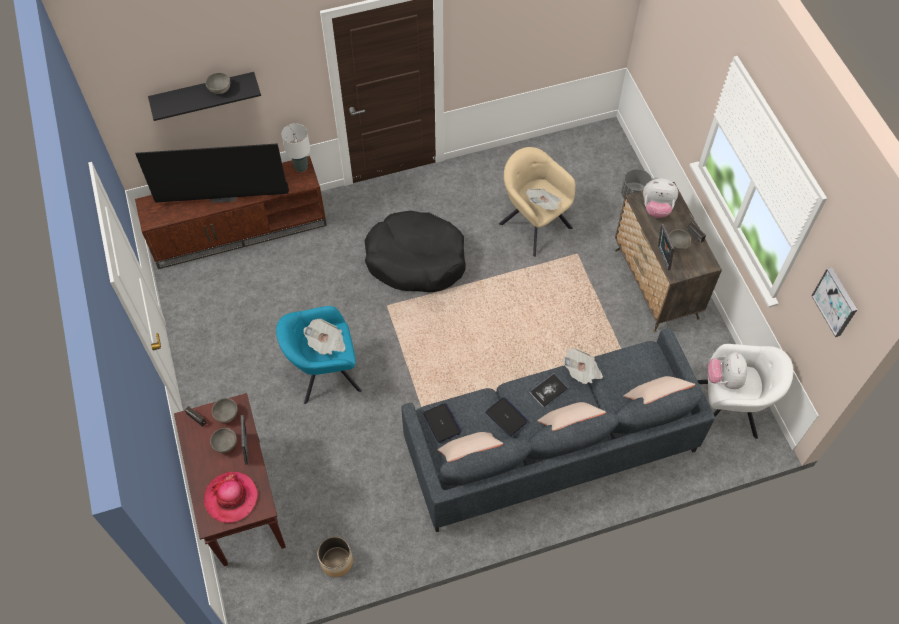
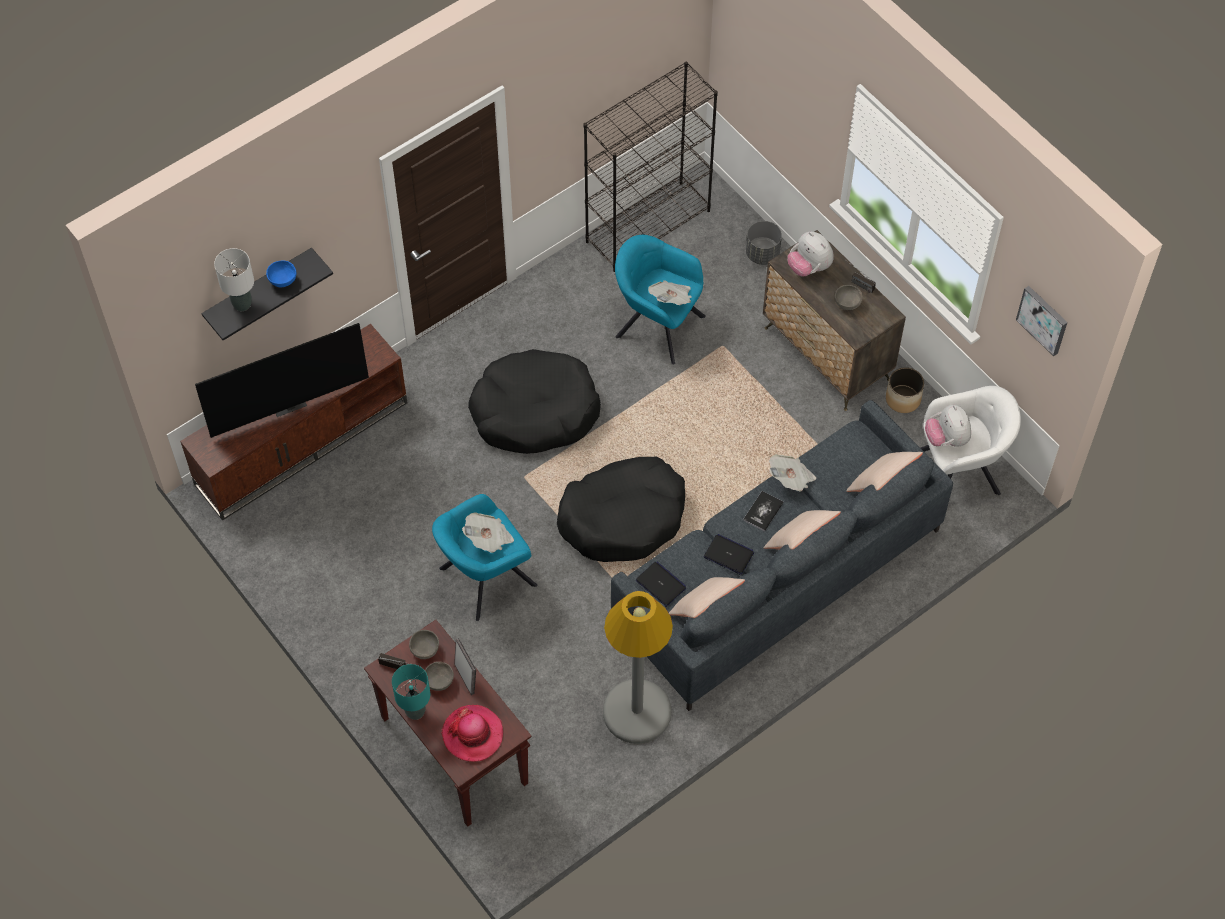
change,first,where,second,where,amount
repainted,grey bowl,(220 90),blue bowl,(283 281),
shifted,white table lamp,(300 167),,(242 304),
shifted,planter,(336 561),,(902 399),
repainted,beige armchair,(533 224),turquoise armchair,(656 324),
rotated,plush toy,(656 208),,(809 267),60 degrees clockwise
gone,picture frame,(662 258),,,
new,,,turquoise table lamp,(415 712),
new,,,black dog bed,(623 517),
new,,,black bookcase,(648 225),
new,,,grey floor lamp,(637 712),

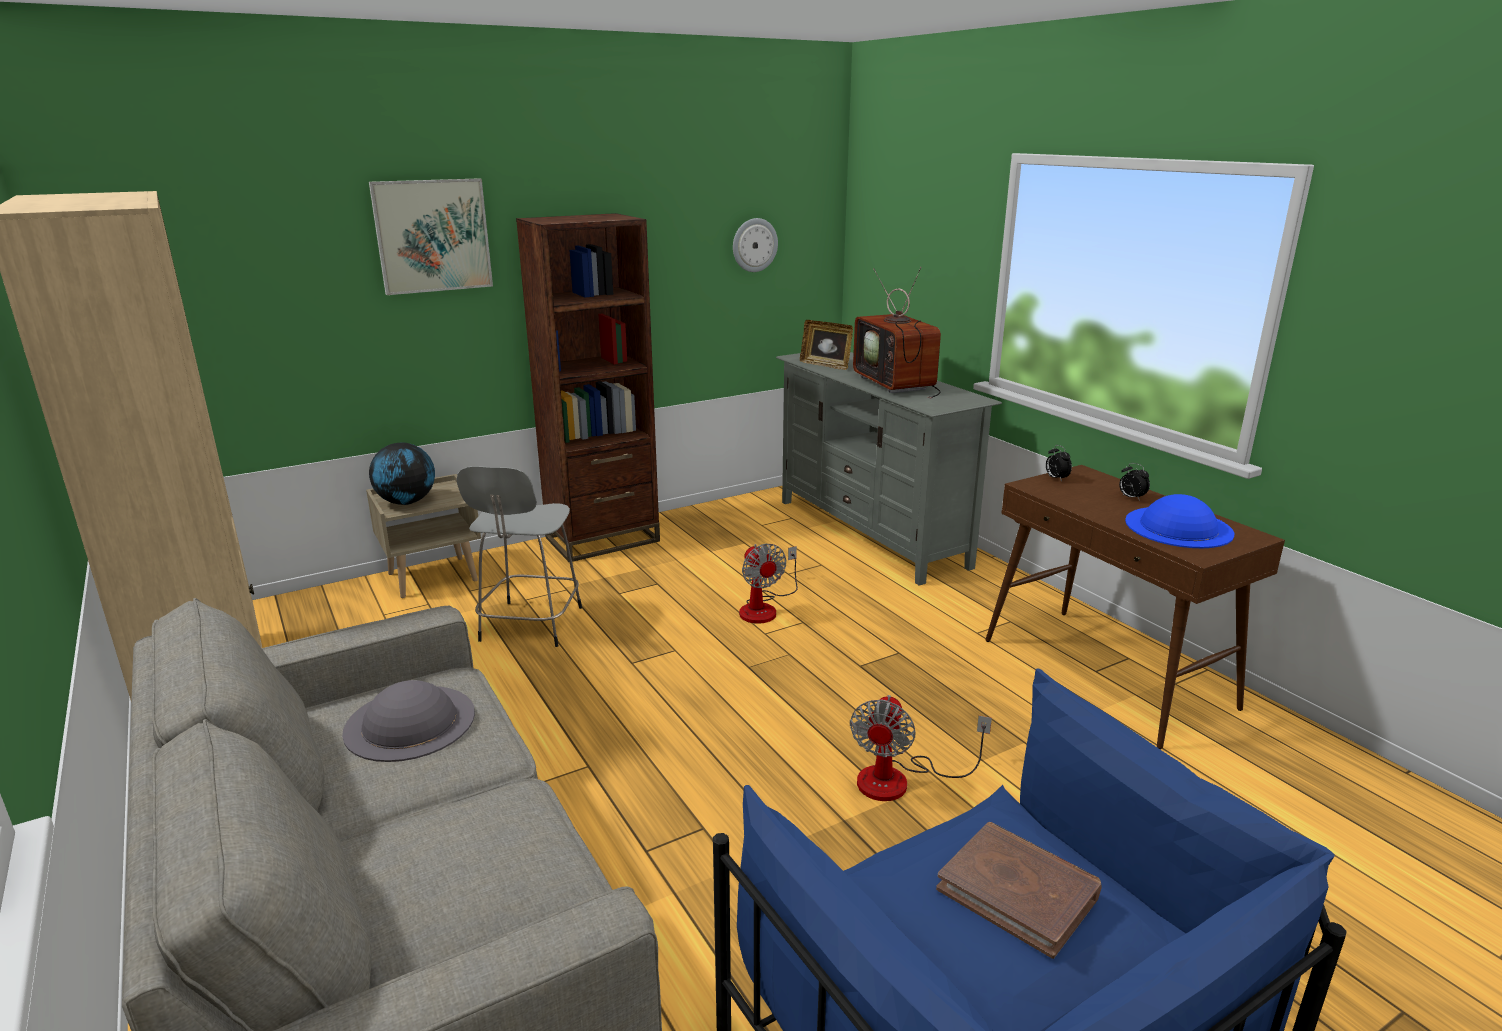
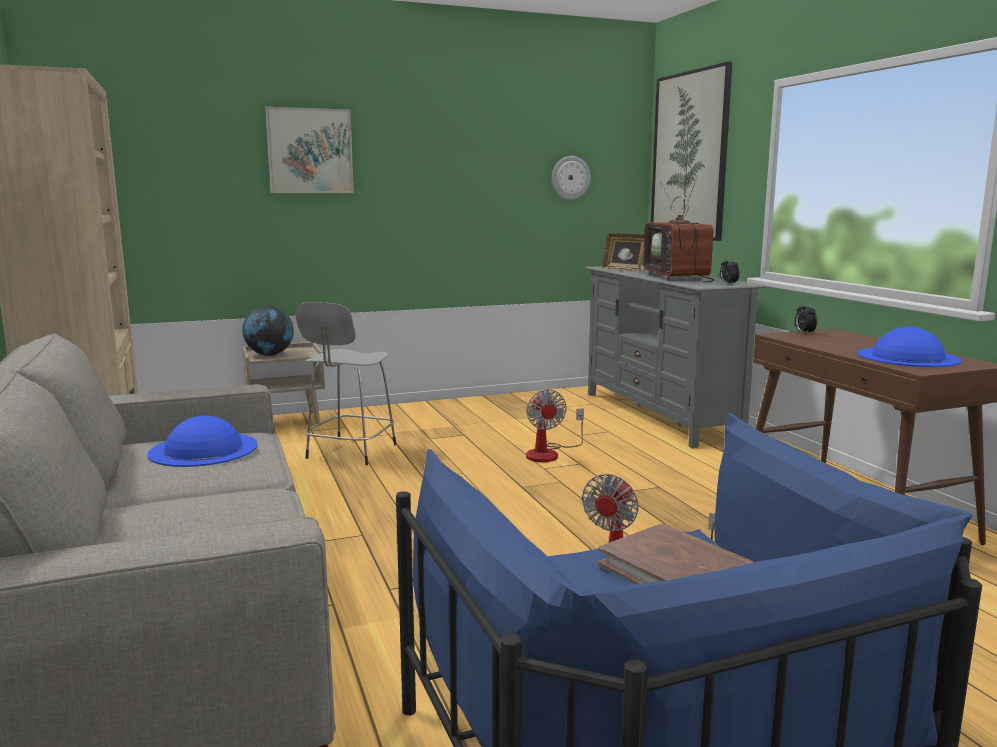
change,first,where,second,where,amount
repainted,grey hat,(409 722),blue hat,(203 449),
gone,brown bookcase,(602 539),,,
shifted,alarm clock,(1131 498),,(728 284),
new,,,picture,(689 156),

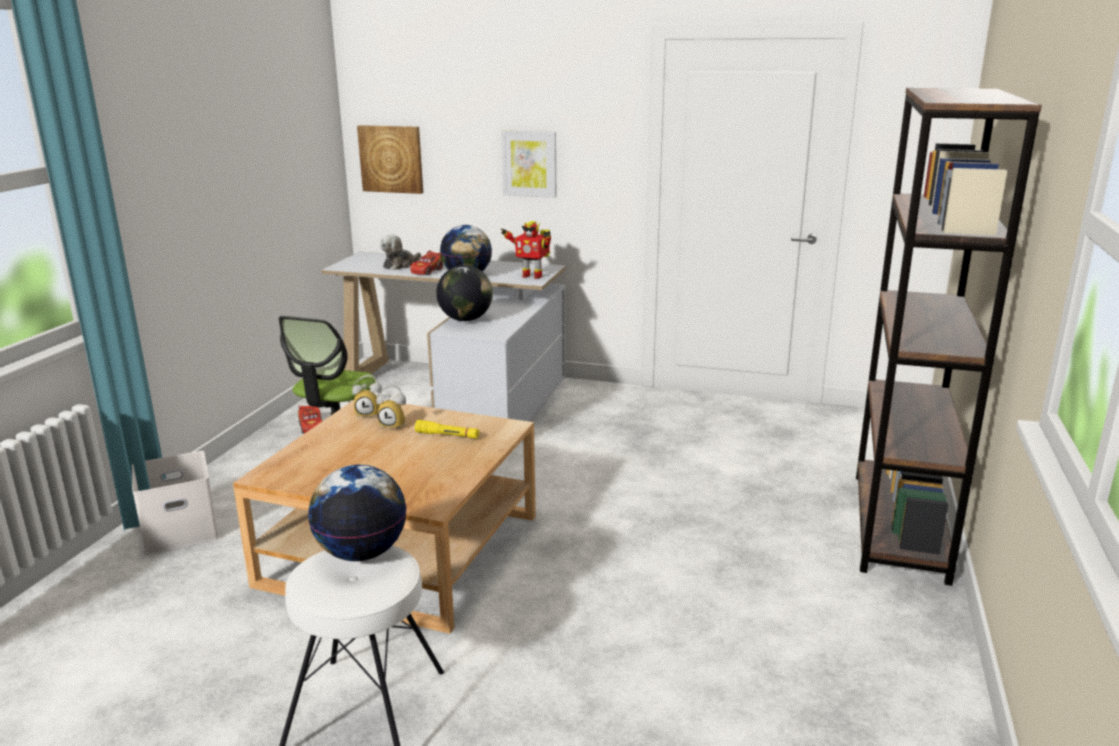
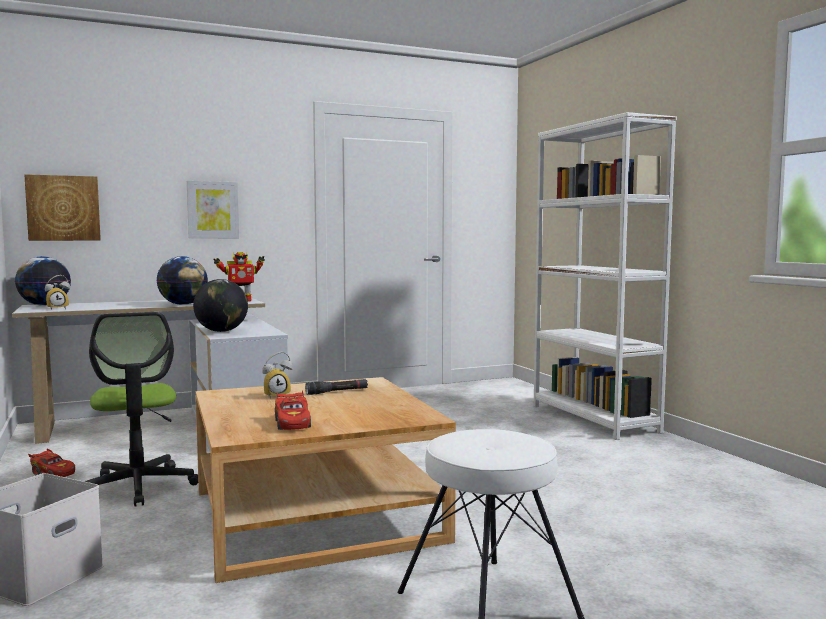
change,first,where,second,where,amount
shifted,globe,(362 553),,(44 305),
shifted,alarm clock,(370 414),,(57 308),
gone,plush toy,(400 265),,,
shifted,red toy car,(427 271),,(292 423),
repainted,yellow flashlight,(447 435),black flashlight,(337 392),
repainted,brown bookcase,(899 525),white bookcase,(594 419),

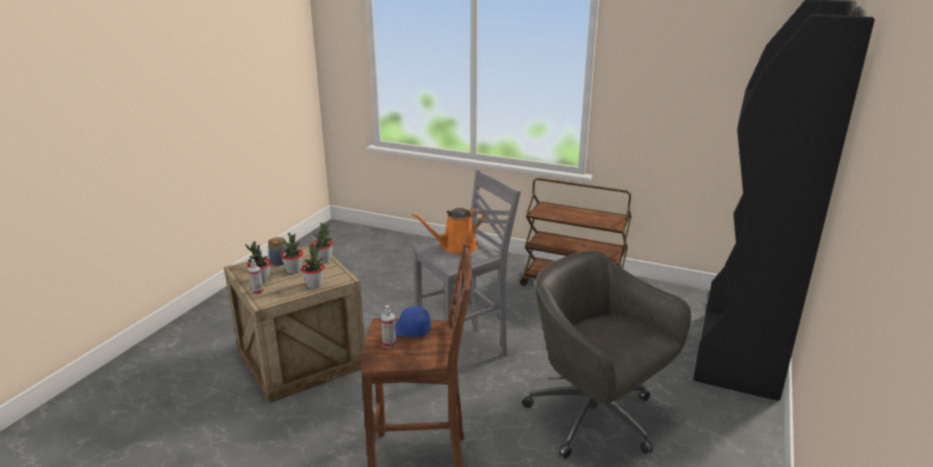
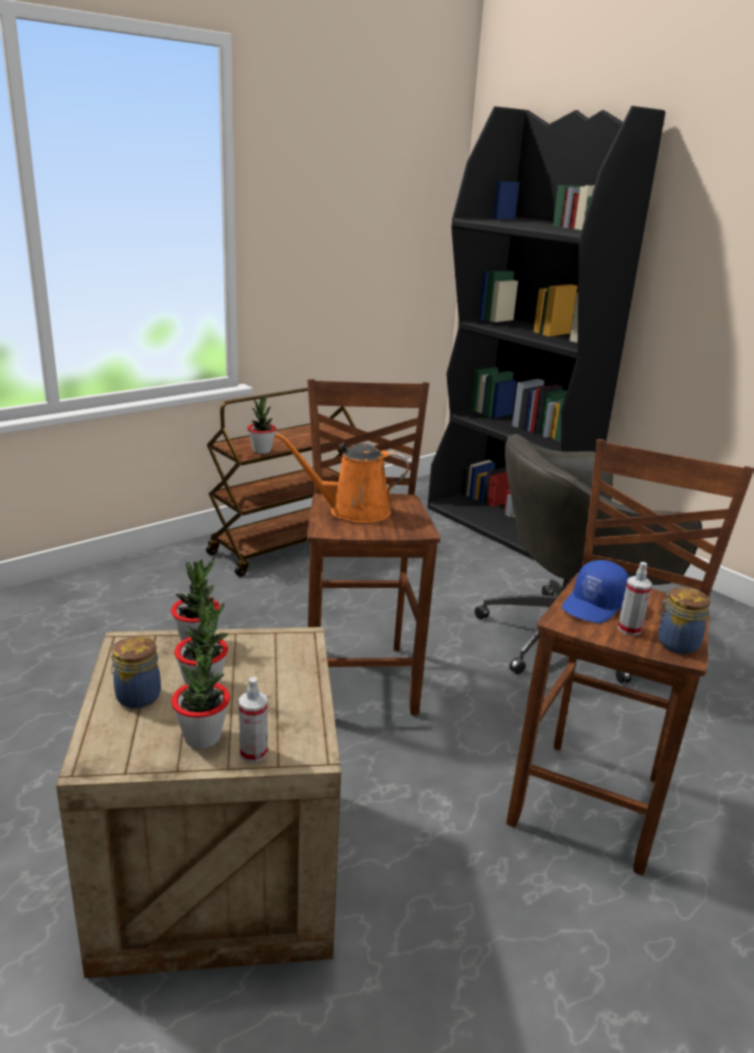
change,first,where,second,where,amount
shifted,potted plant,(314 285),,(261 451),
rotated,orange watering can,(456 247),,(353 511),90 degrees clockwise
repainted,grey stool,(464 352),brown stool,(360 678),
new,,,jar,(675 643),

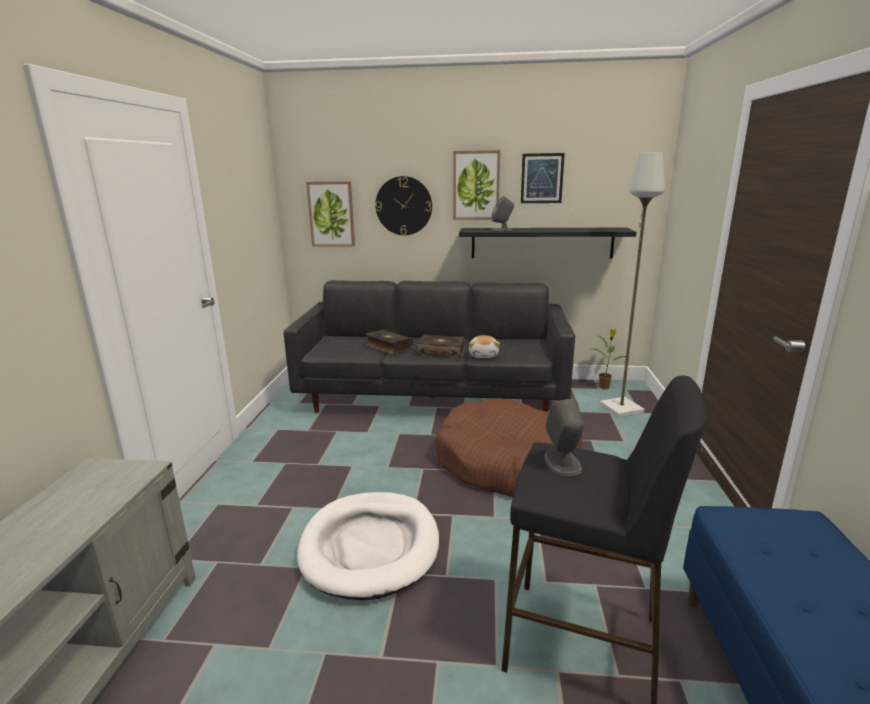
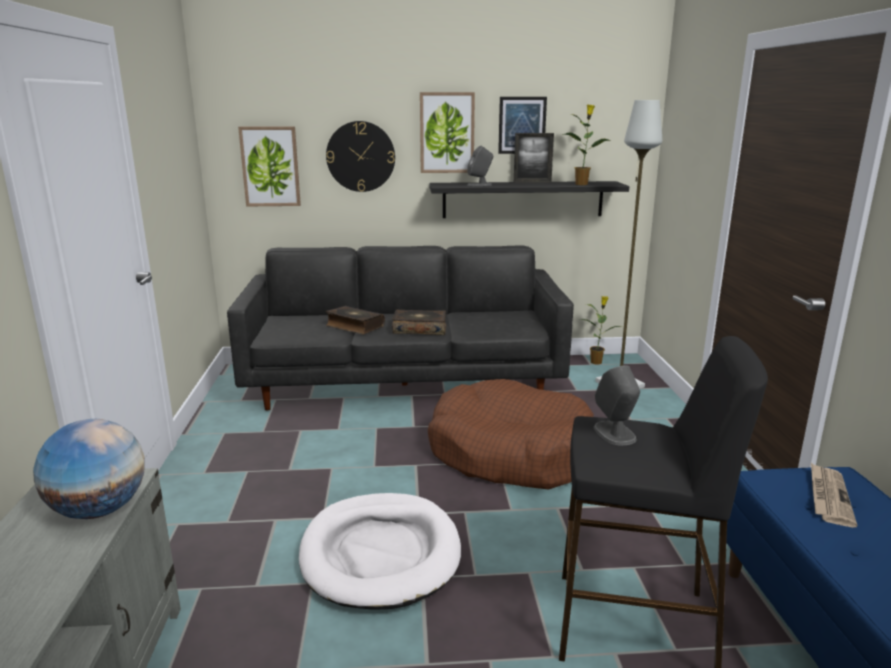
change,first,where,second,where,amount
gone,plush toy,(484 355),,,
new,,,globe,(99 510),
new,,,picture frame,(532 182),
new,,,potted plant,(582 184),
new,,,newspaper,(828 496),

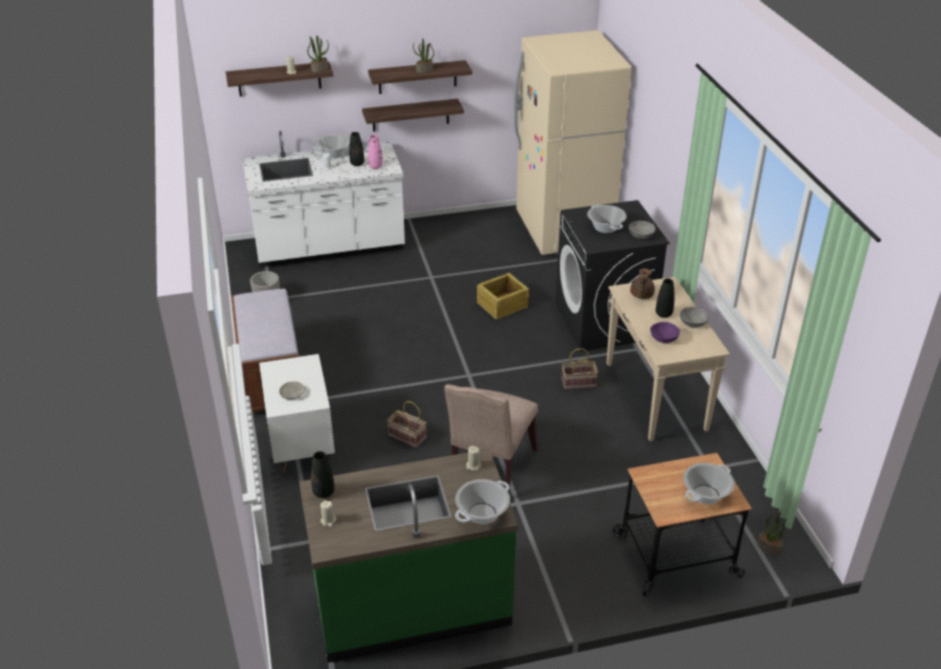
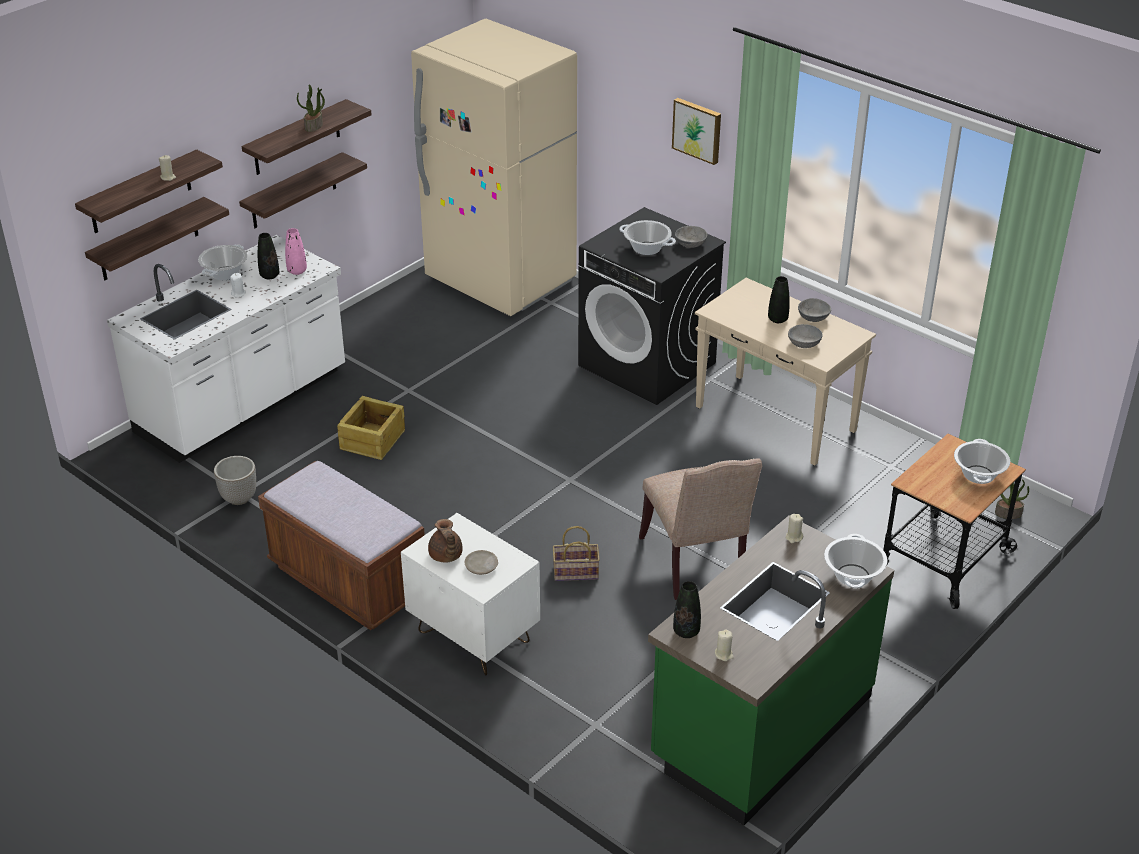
change,first,where,second,where,amount
gone,potted plant,(319 69),,,
shifted,crate,(502 305),,(371 440),
gone,basket,(577 383),,,
shifted,brown teapot,(641 295),,(445 556),
repainted,purple bowl,(664 339),grey bowl,(804 344),
new,,,shelf,(148 240),
new,,,picture,(698 130),

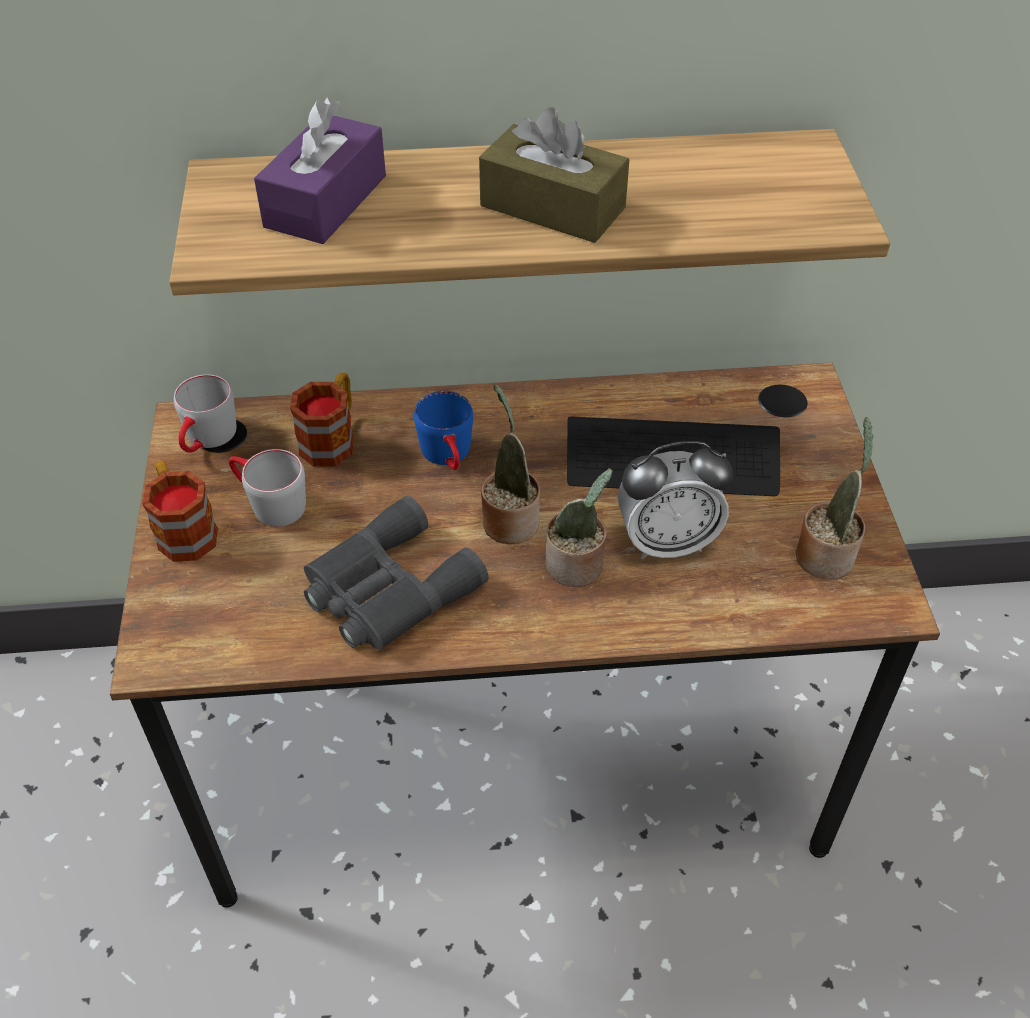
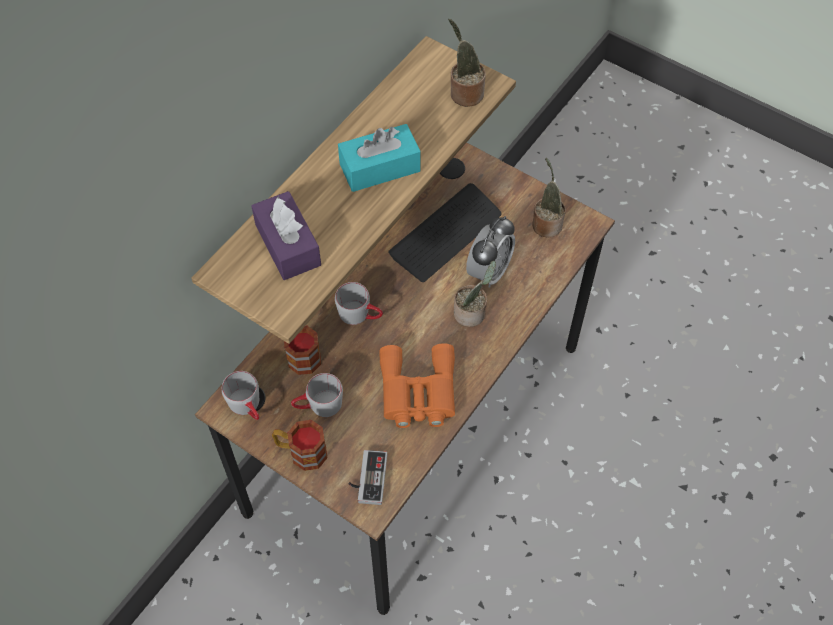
change,first,where,second,where,amount
repainted,grey binoculars,(386 590),orange binoculars,(417 392),
repainted,blue mug,(449 456),grey mug,(360 315),
repainted,brown tissue box,(552 207),turquoise tissue box,(380 168),
shifted,potted plant,(509 519),,(464 93),
new,,,game controller,(367 478),

